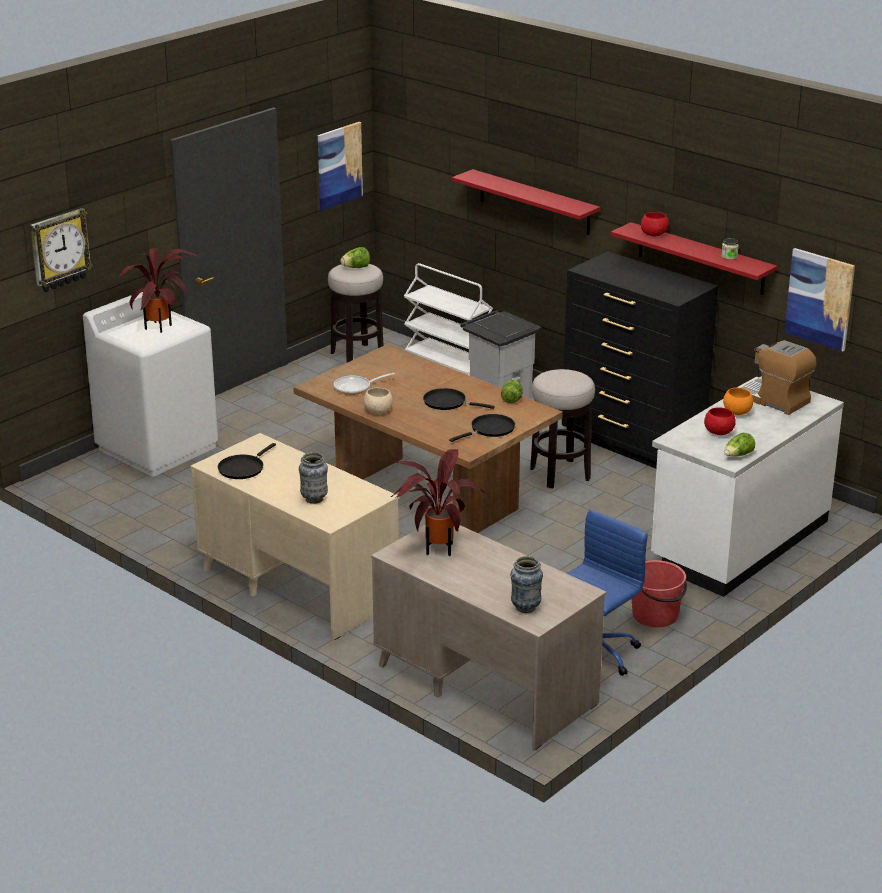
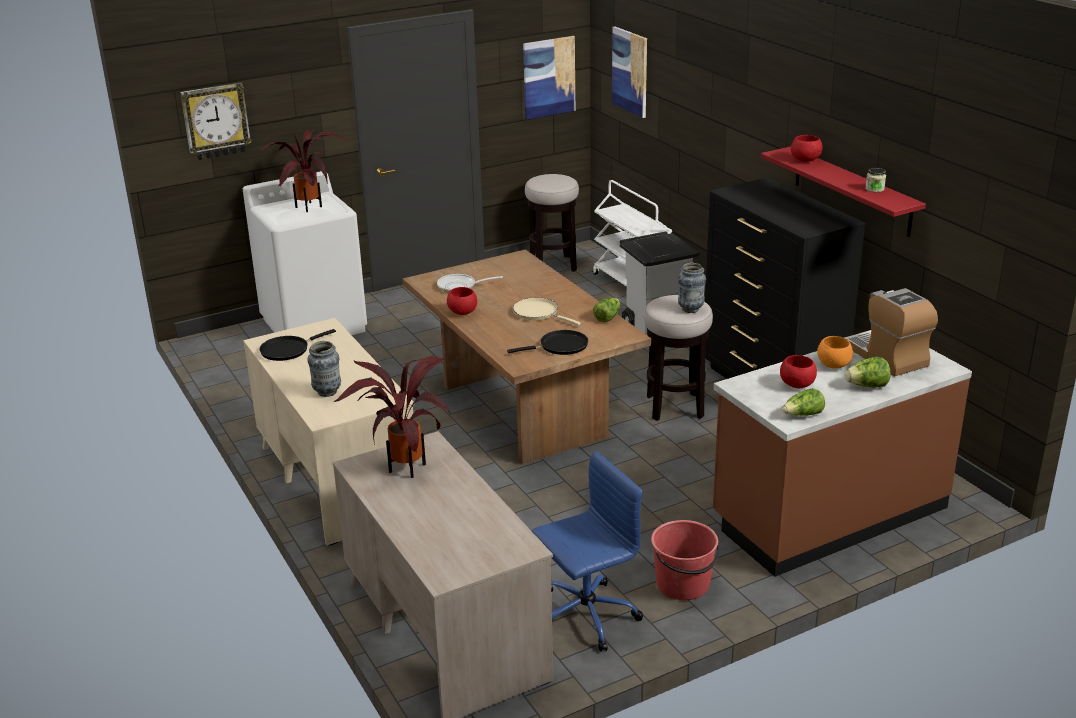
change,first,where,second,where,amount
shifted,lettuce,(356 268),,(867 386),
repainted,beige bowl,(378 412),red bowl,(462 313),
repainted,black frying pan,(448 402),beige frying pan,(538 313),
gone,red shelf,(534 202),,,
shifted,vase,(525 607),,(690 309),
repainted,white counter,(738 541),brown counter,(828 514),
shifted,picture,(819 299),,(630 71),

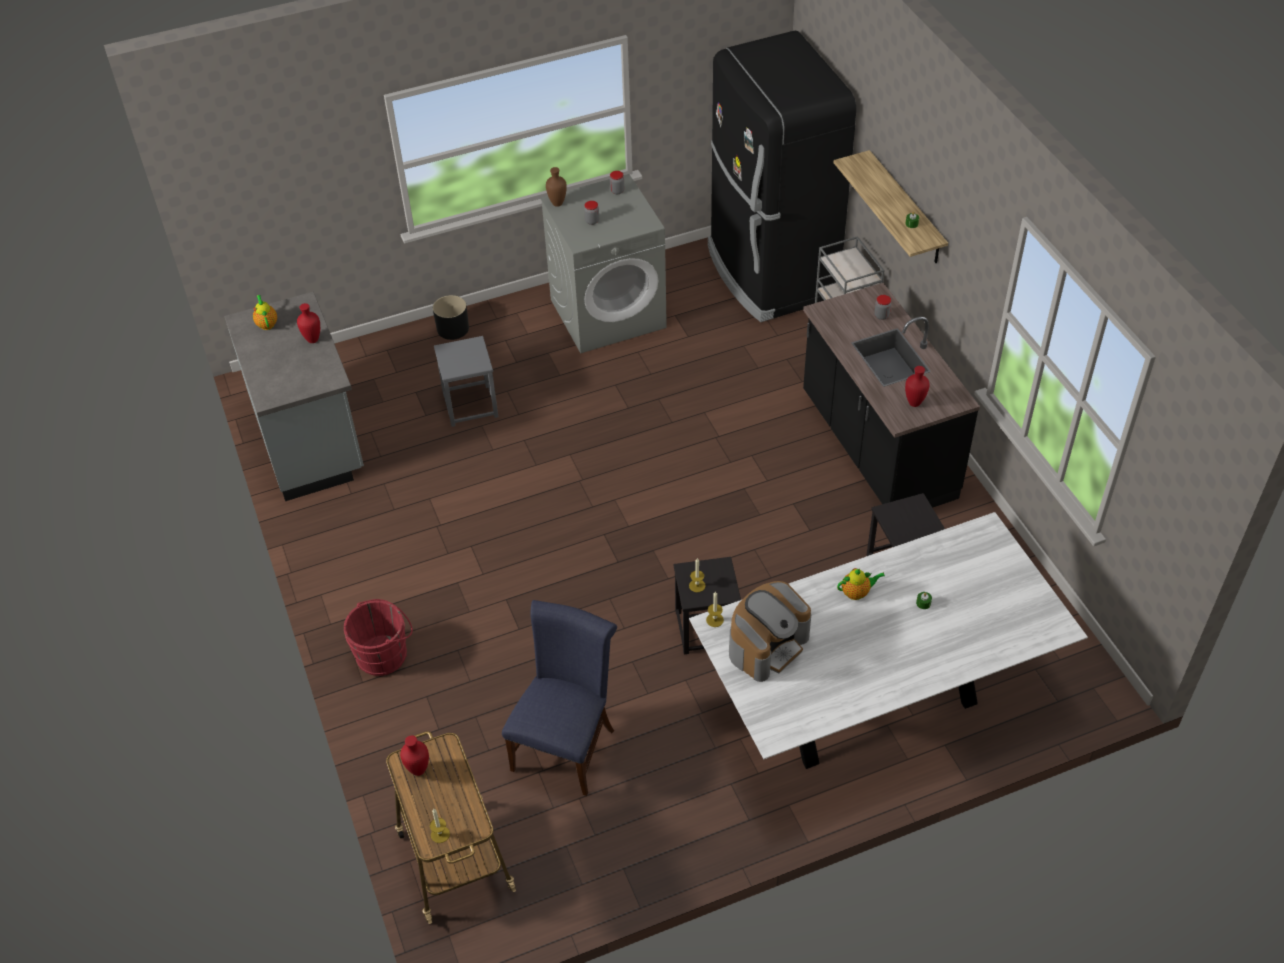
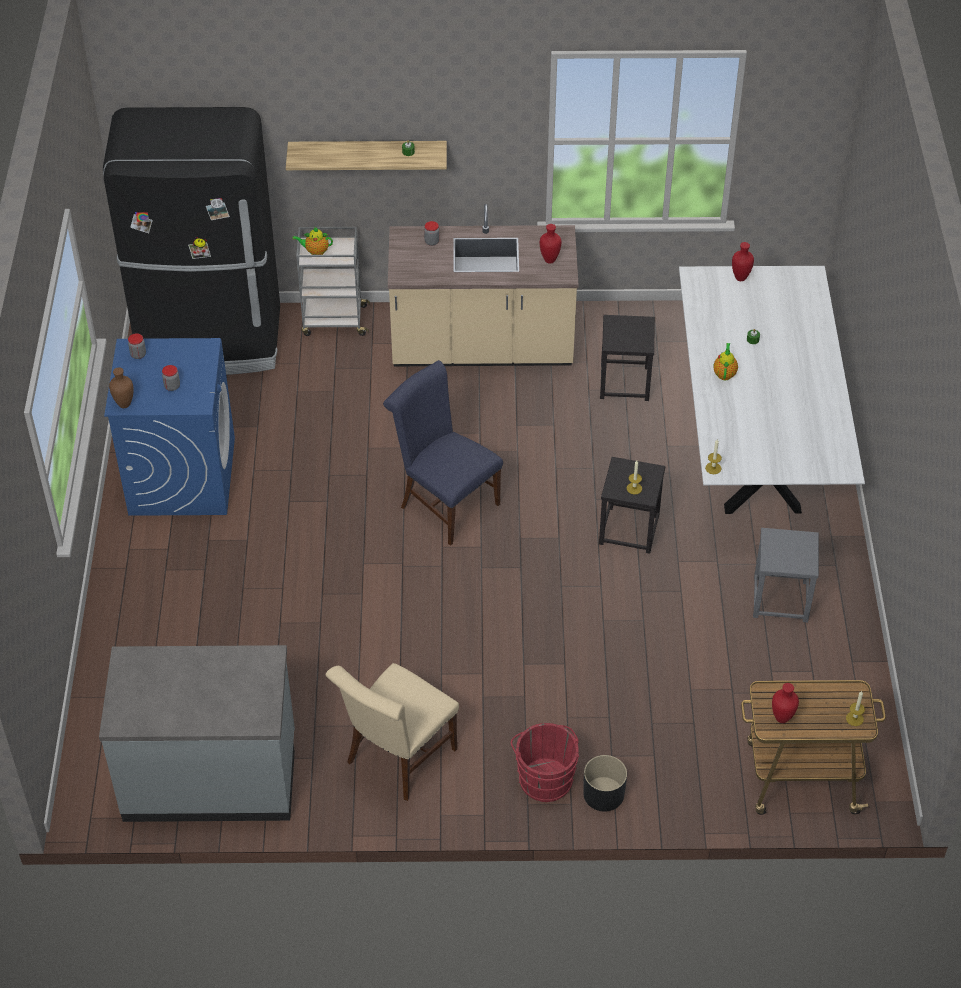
change,first,where,second,where,amount
shifted,teapot,(267 323),,(315 251),
shifted,red vase,(313 340),,(741 277),
shifted,black planter,(453 328),,(603 794),
shifted,grey stool,(470 405),,(780 599),
shifted,blue chair,(566 744),,(445 503),
repainted,grey washing machine,(608 313),blue washing machine,(182 475),
gone,coffee machine,(767 645),,,
repainted,black counter,(876 448),beige counter,(482 349),
new,,,beige chair,(397 759),

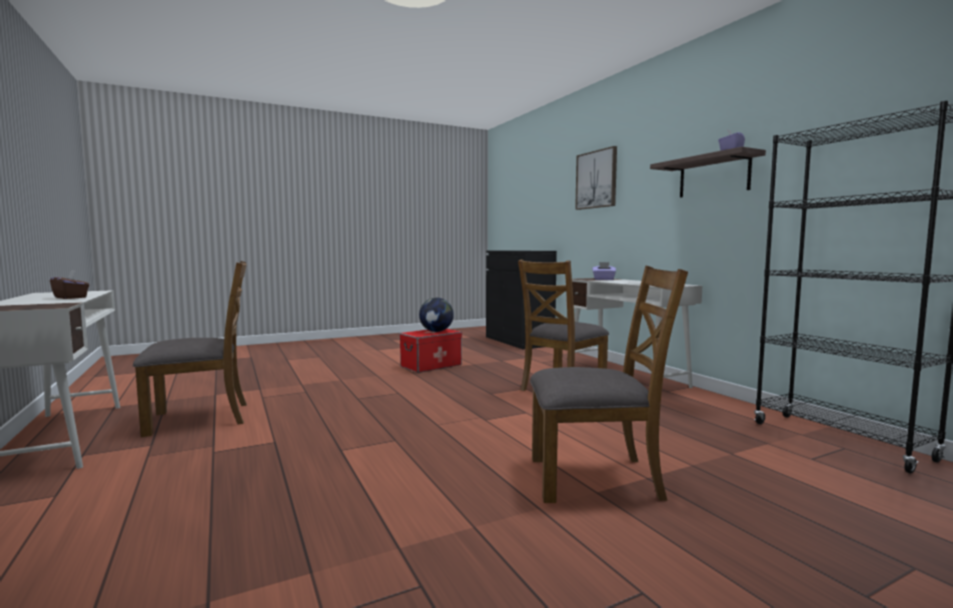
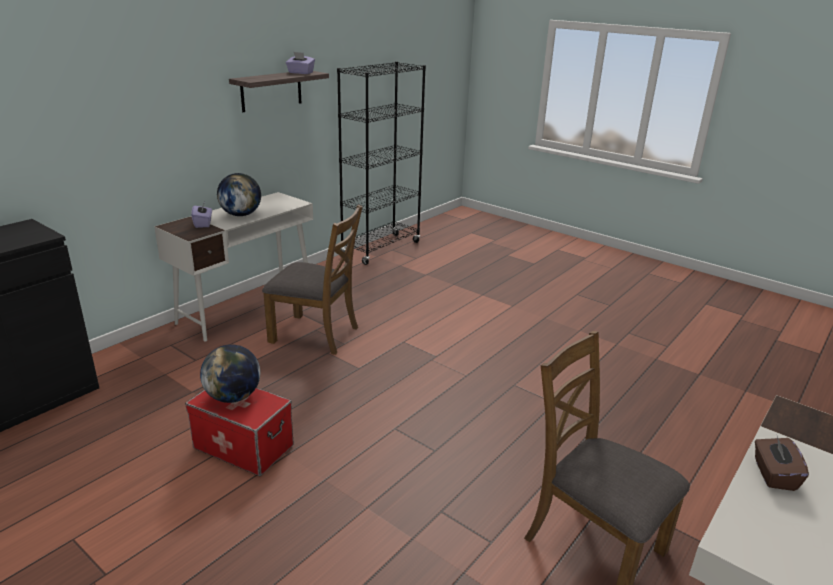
change,first,where,second,where,amount
gone,brown chair,(595 478),,,
gone,picture,(596 179),,,
new,,,globe,(241 215),

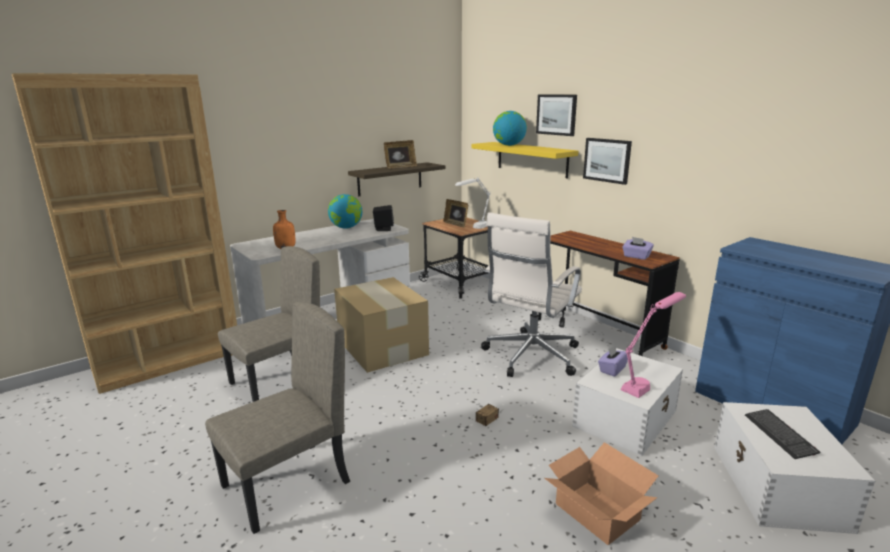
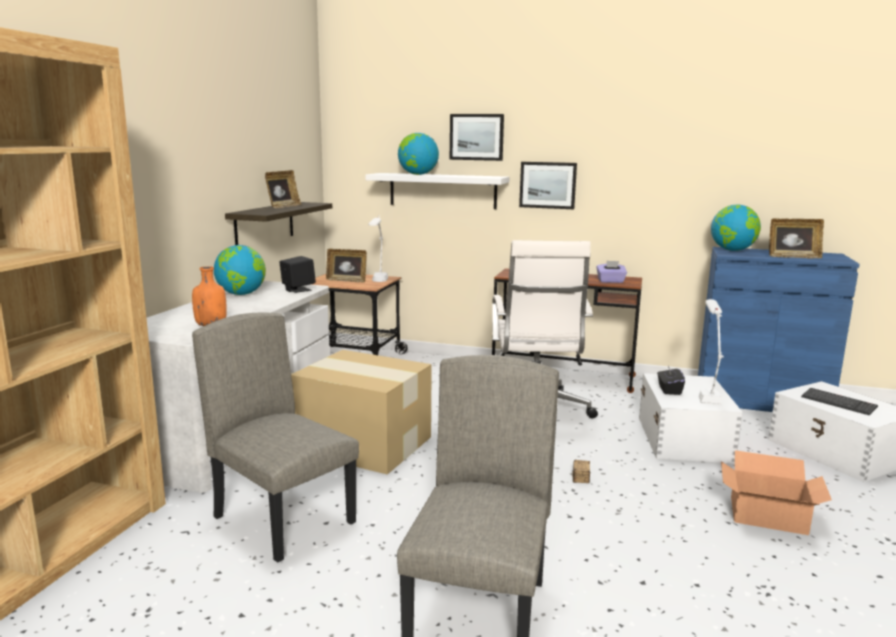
change,first,where,second,where,amount
rotated,beige chair,(278 382),,(285 519),60 degrees counterclockwise
repainted,yellow shelf,(532 159),white shelf,(442 190),
repainted,purple tissue box,(612 369),black tissue box,(669 390),
repainted,pink table lamp,(647 381),white table lamp,(707 392),
new,,,globe,(732 250),
new,,,picture frame,(793 257),

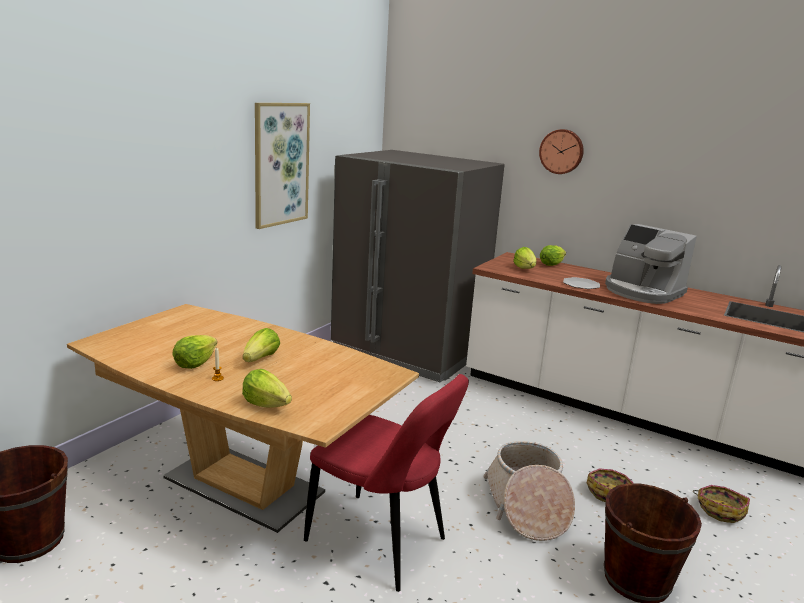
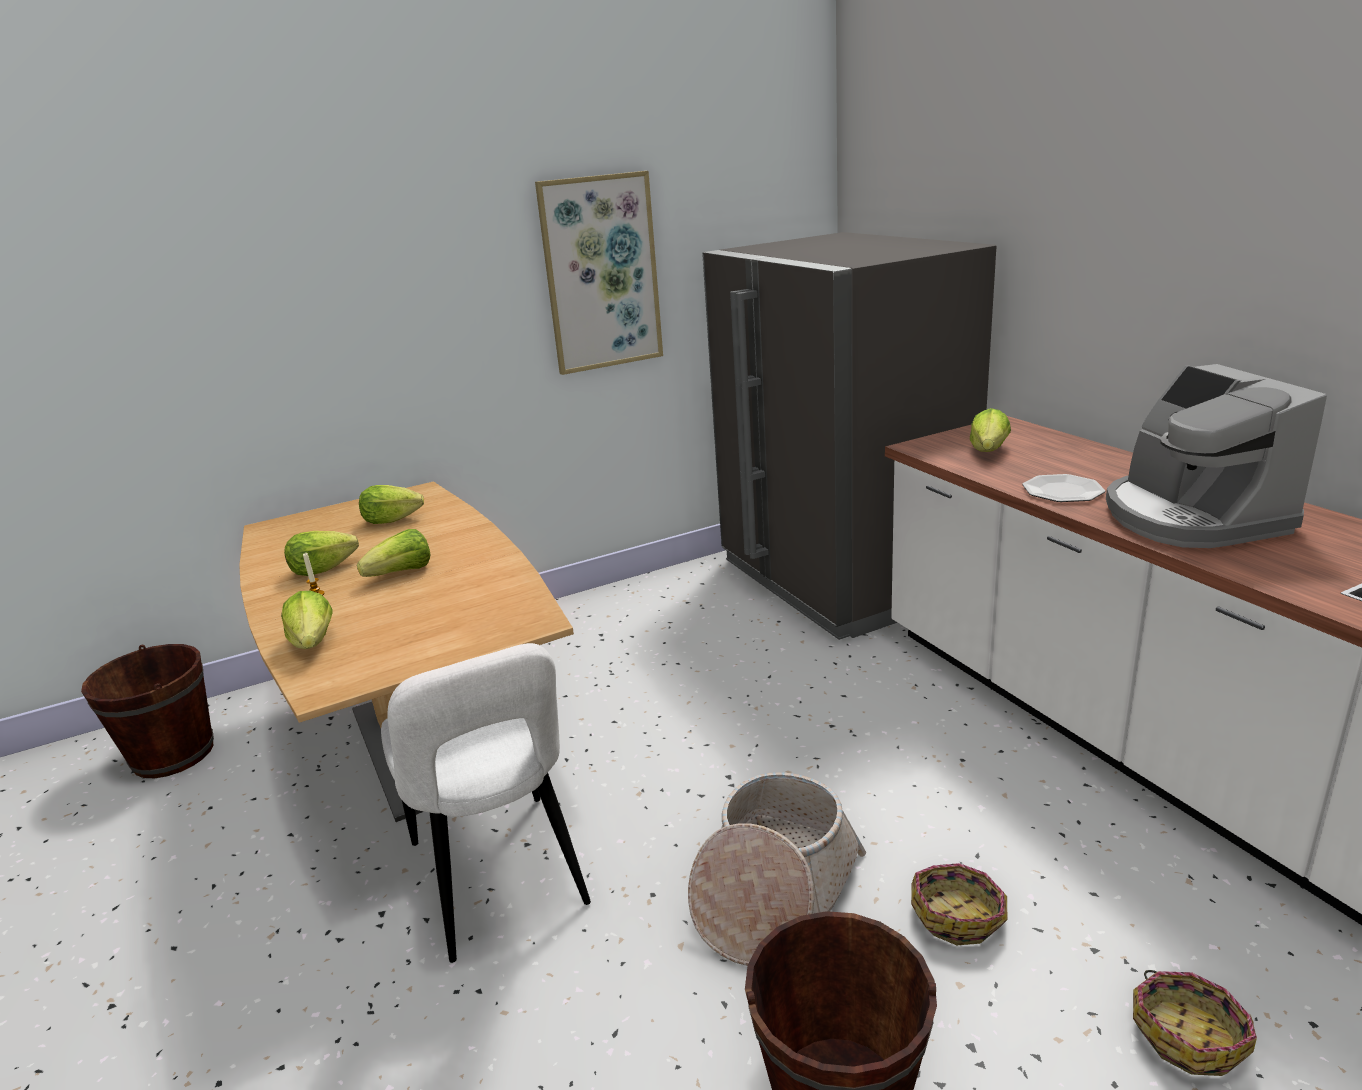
change,first,where,second,where,amount
repainted,red chair,(381 543),white chair,(501 880),
gone,wall clock,(561 151),,,
shifted,lettuce,(551 264),,(391 520),

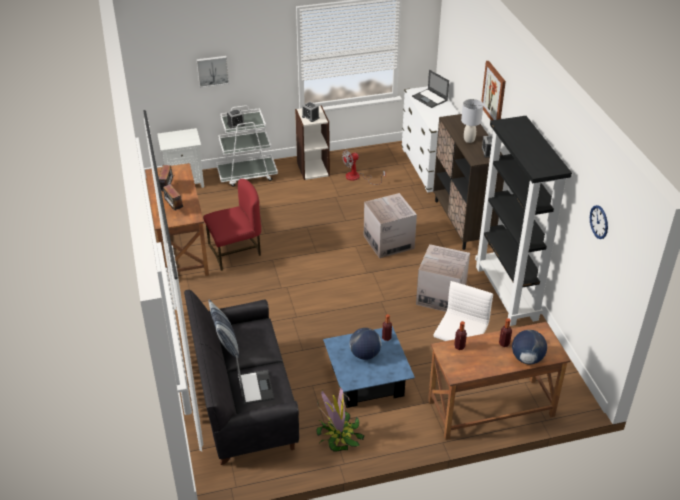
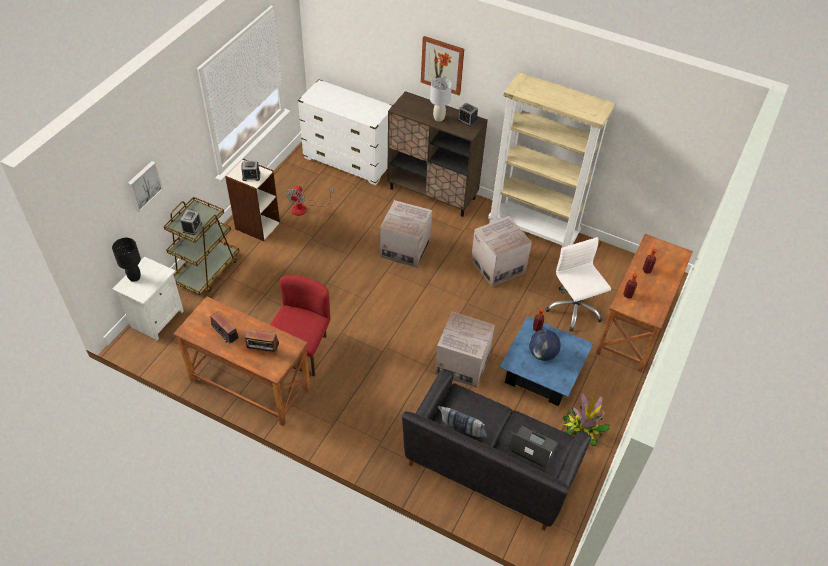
change,first,where,second,where,amount
repainted,white cart,(247 175),brown cart,(206 270),
gone,laptop,(430 98),,,
repainted,black bookcase,(507 293),beige bookcase,(533 230),
gone,globe,(527 358),,,
gone,wall clock,(599 222),,,
new,,,black table lamp,(134 277),
new,,,cardboard box,(462 364),

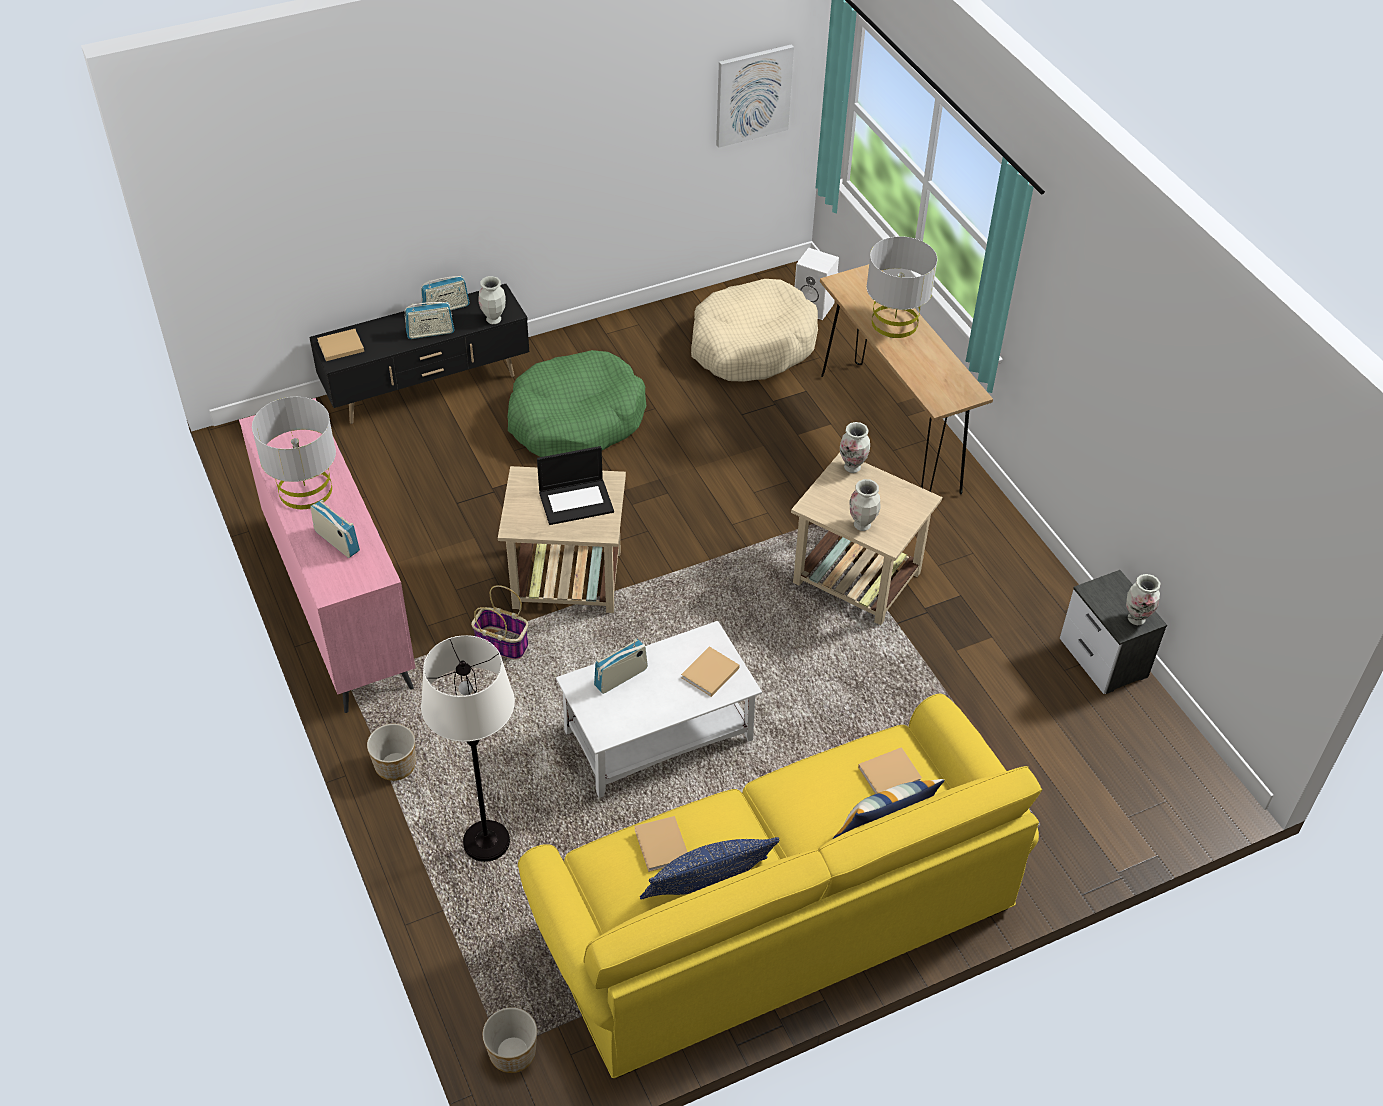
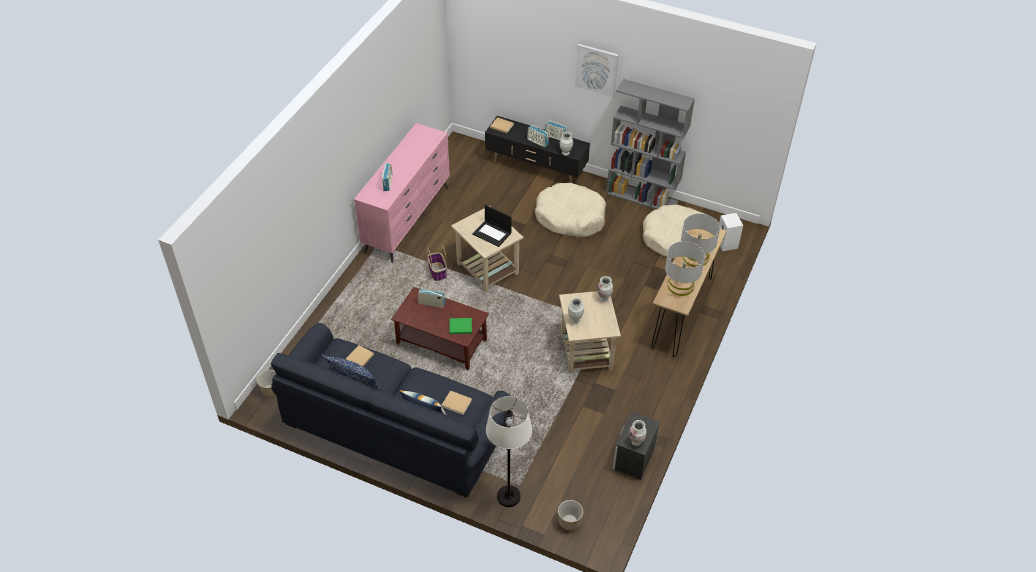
change,first,where,second,where,amount
shifted,grey table lamp,(305 490),,(680 286),
shifted,planter,(394 765),,(569 521),
shifted,white floor lamp,(486 842),,(508 496),
repainted,green dog bed,(575 420),beige dog bed,(570 217),
repainted,yellow sofa,(776 916),blue sofa,(394 427),
repainted,white coffee table,(657 737),brown coffee table,(441 342),
repainted,beige book,(709 674),green book,(459 326),
shifted,picture,(753 95),,(596 70),
new,,,grey bookcase,(642 197),

